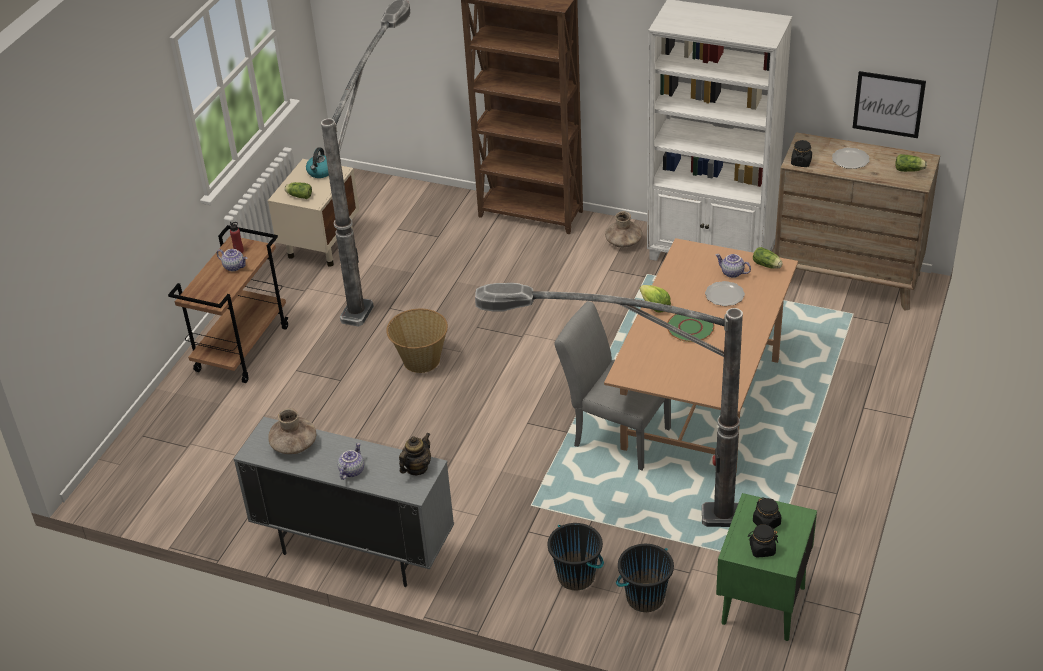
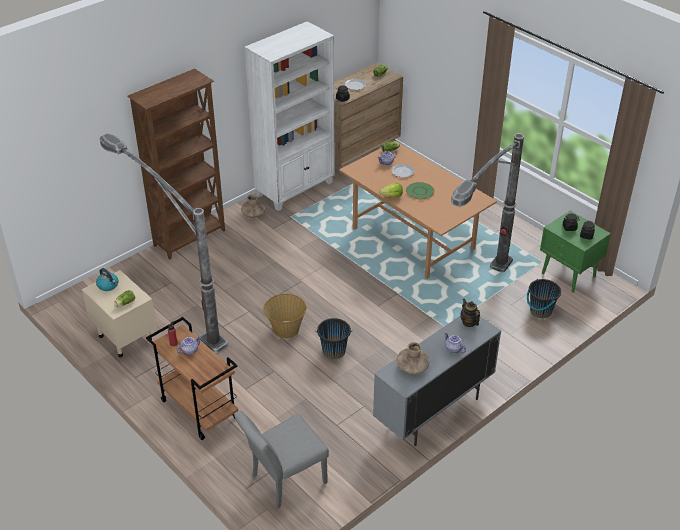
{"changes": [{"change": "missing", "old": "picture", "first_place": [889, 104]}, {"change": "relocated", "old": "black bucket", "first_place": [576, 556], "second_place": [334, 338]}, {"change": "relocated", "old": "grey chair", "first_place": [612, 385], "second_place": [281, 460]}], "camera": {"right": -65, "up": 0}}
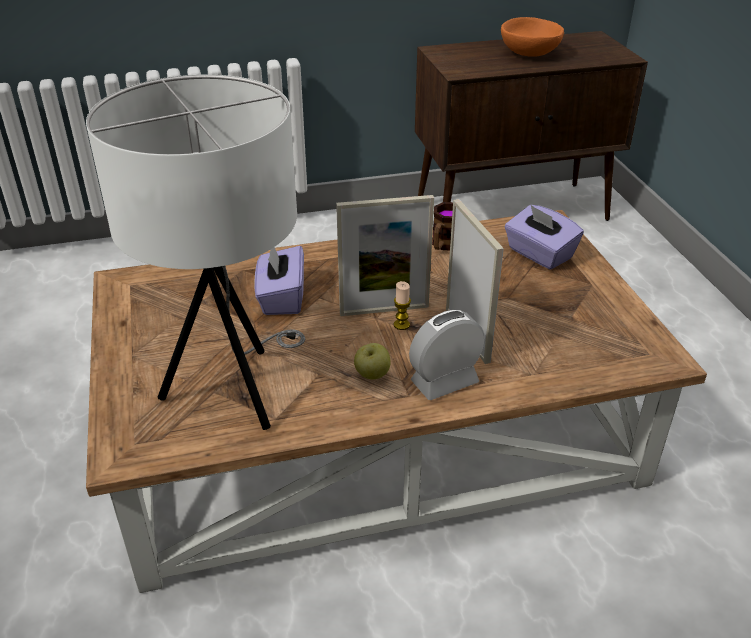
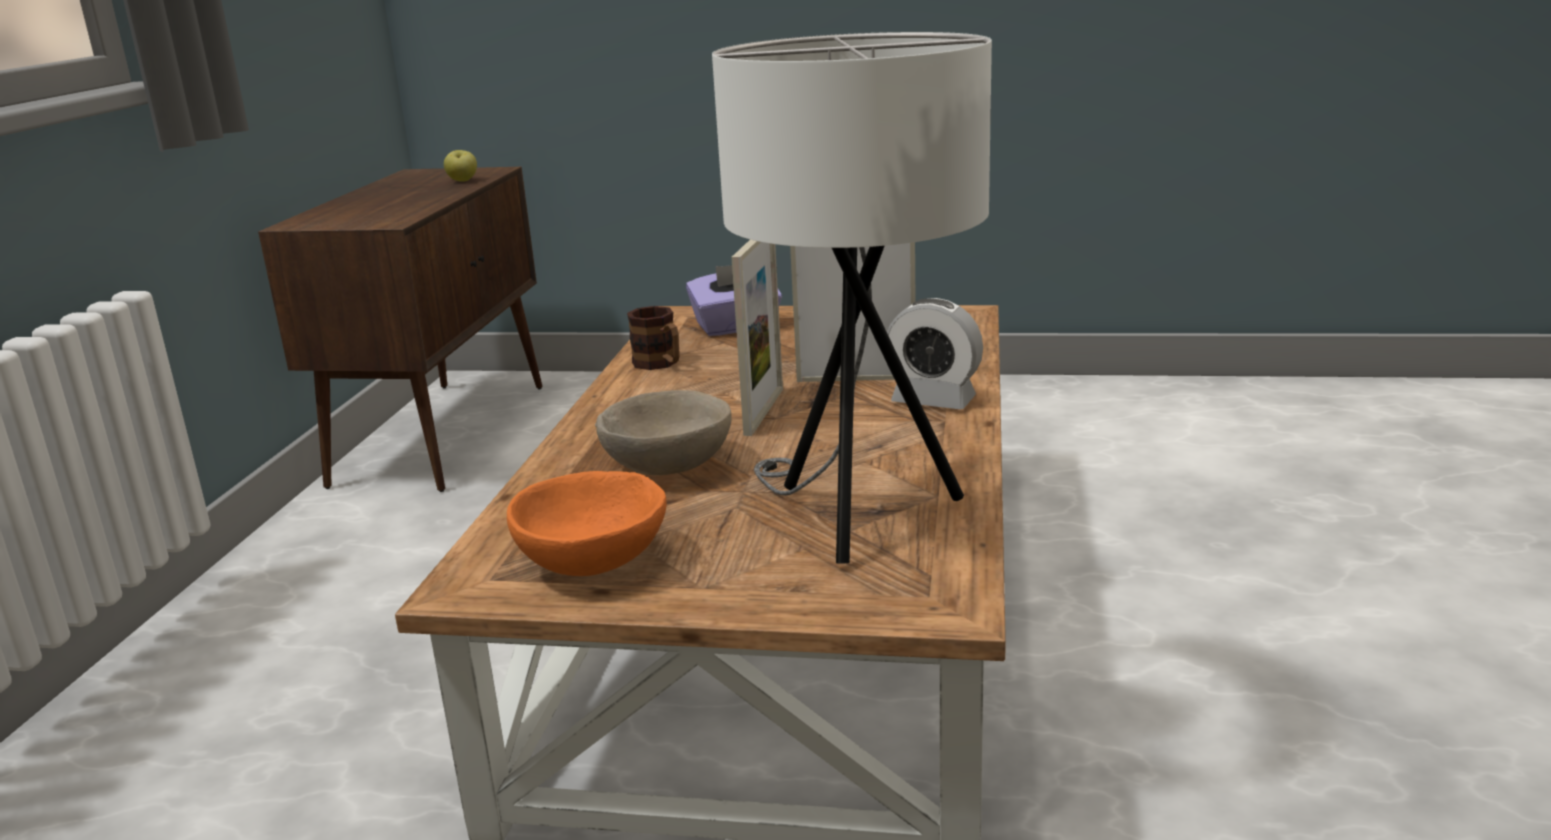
{"changes": [{"change": "missing", "old": "candle", "first_place": [402, 305]}, {"change": "relocated", "old": "apple", "first_place": [372, 361], "second_place": [460, 166]}, {"change": "relocated", "old": "orange bowl", "first_place": [532, 37], "second_place": [587, 523]}, {"change": "exchanged", "old": "purple tissue box", "new": "beige bowl", "first_place": [279, 280], "second_place": [663, 432]}, {"change": "spun", "old": "alarm clock", "first_place": [447, 355], "second_place": [935, 353], "degrees": -60}], "camera": {"right": -65, "up": -15}}
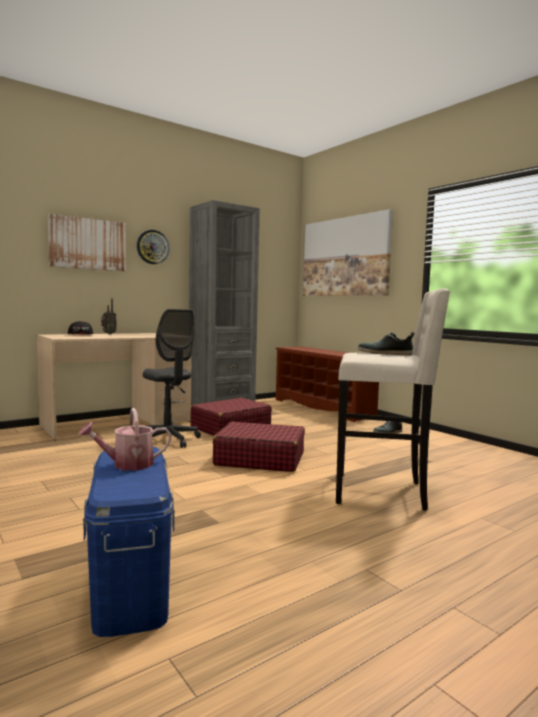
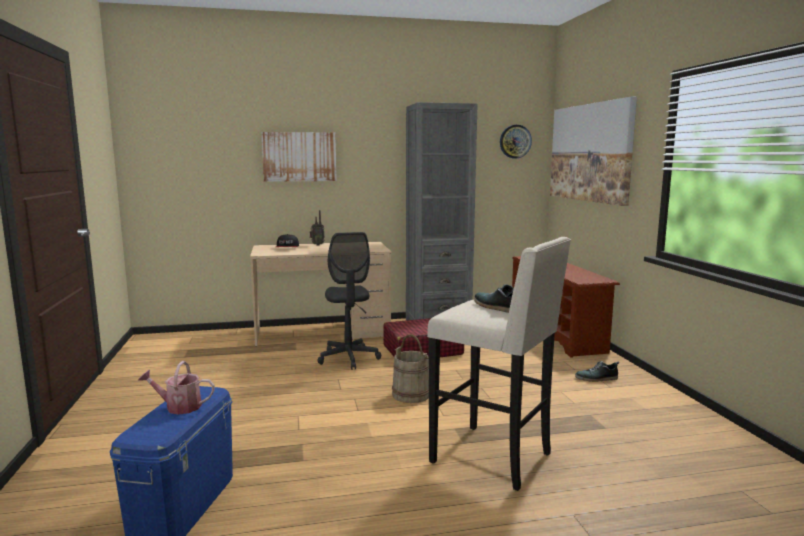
{"changes": [{"change": "relocated", "old": "wall clock", "first_place": [153, 247], "second_place": [516, 141]}, {"change": "exchanged", "old": "red suitcase", "new": "beige bucket", "first_place": [259, 447], "second_place": [410, 368]}], "camera": {"right": 25, "up": 5}}
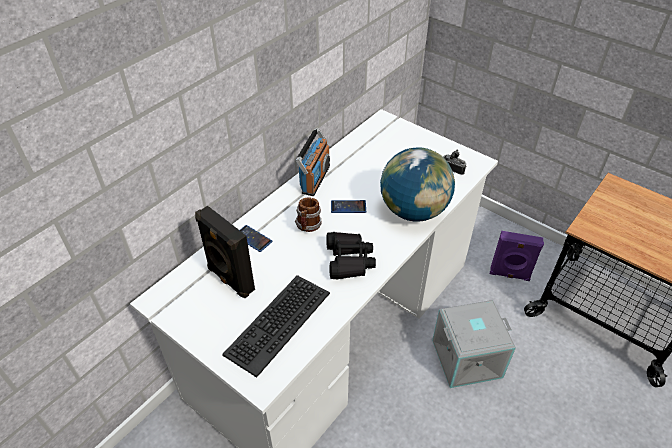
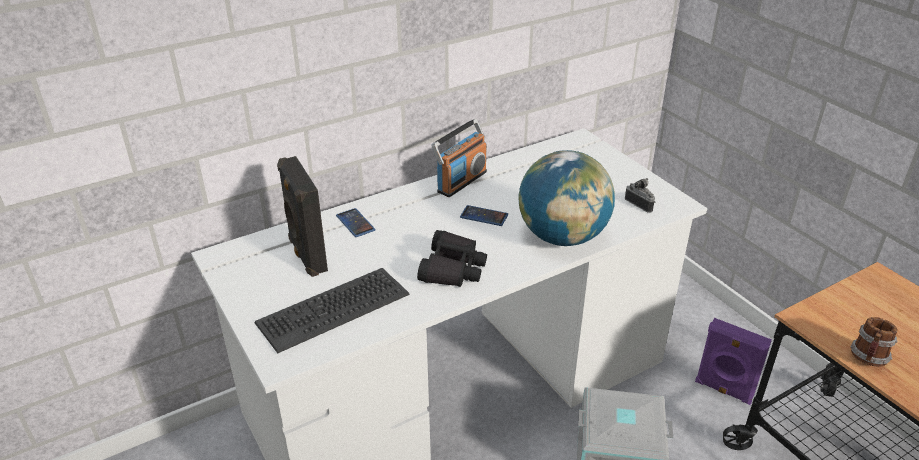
{"changes": [{"change": "relocated", "old": "mug", "first_place": [308, 214], "second_place": [874, 342]}], "camera": {"right": 20, "up": -10}}
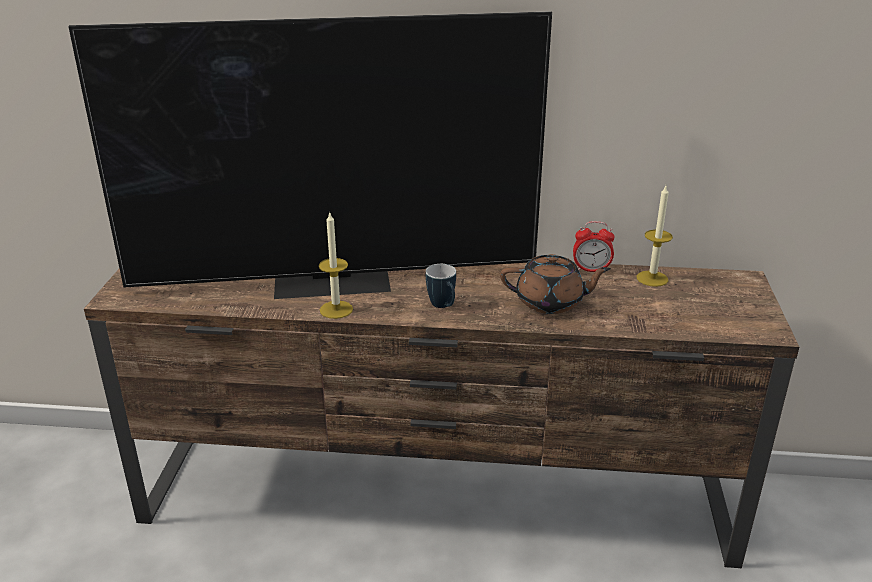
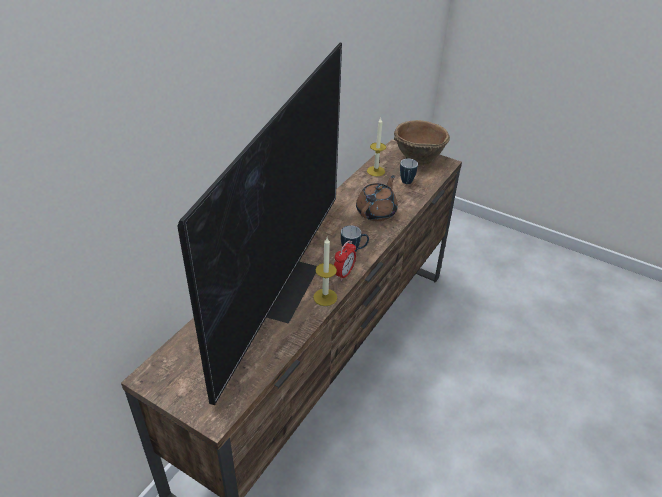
{"changes": [{"change": "appeared", "new": "brown bowl", "second_place": [422, 142]}, {"change": "appeared", "new": "mug", "second_place": [409, 171]}, {"change": "relocated", "old": "alarm clock", "first_place": [594, 247], "second_place": [345, 260]}], "camera": {"right": -65, "up": 10}}
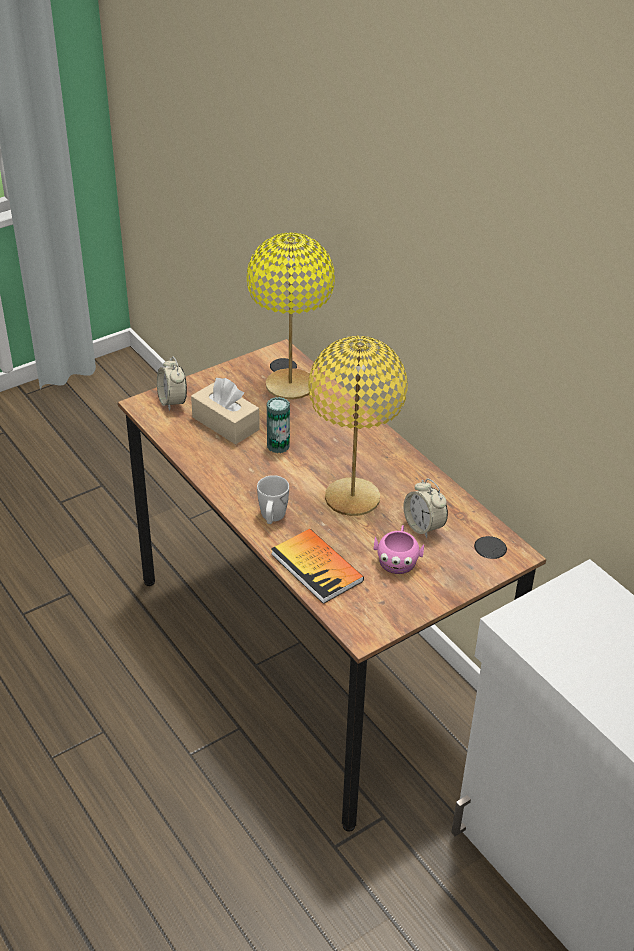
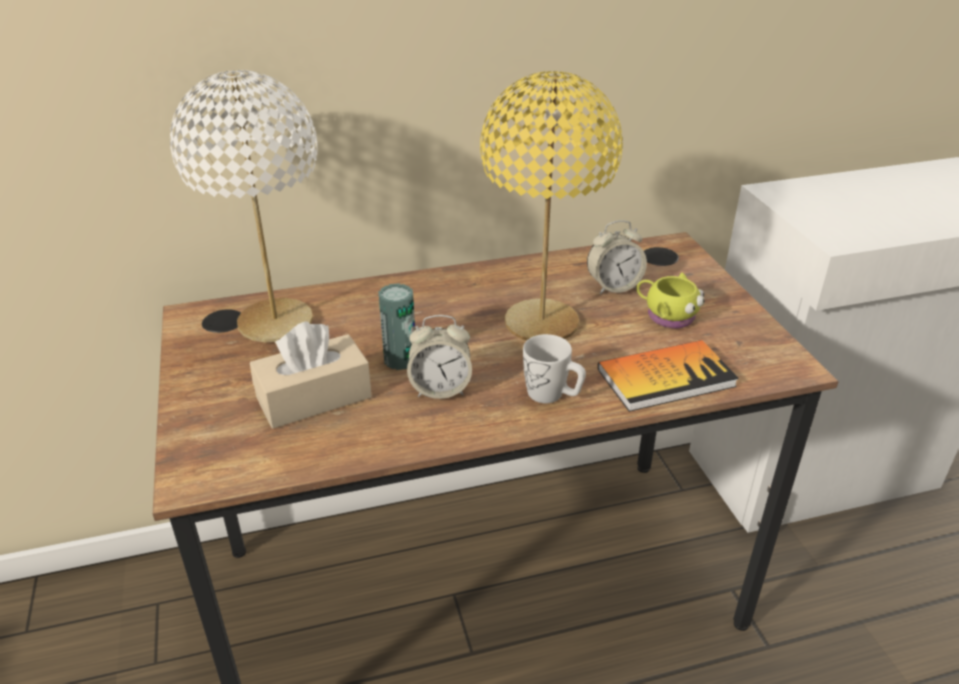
{"changes": [{"change": "relocated", "old": "alarm clock", "first_place": [172, 384], "second_place": [439, 357]}, {"change": "colour", "old": "yellow table lamp", "new": "white table lamp", "first_place": [291, 316], "second_place": [244, 206]}, {"change": "colour", "old": "pink mug", "new": "yellow mug", "first_place": [399, 549], "second_place": [671, 300]}], "camera": {"right": -70, "up": -5}}
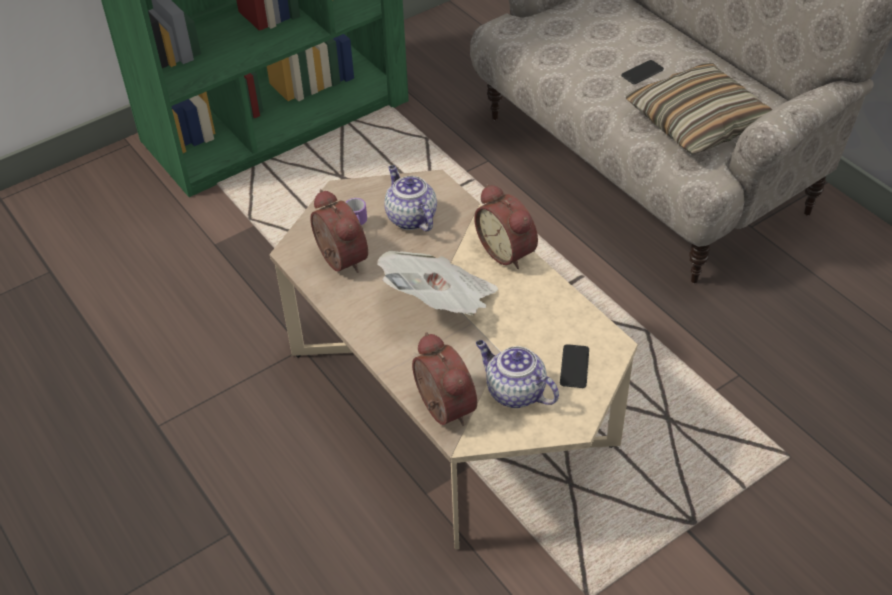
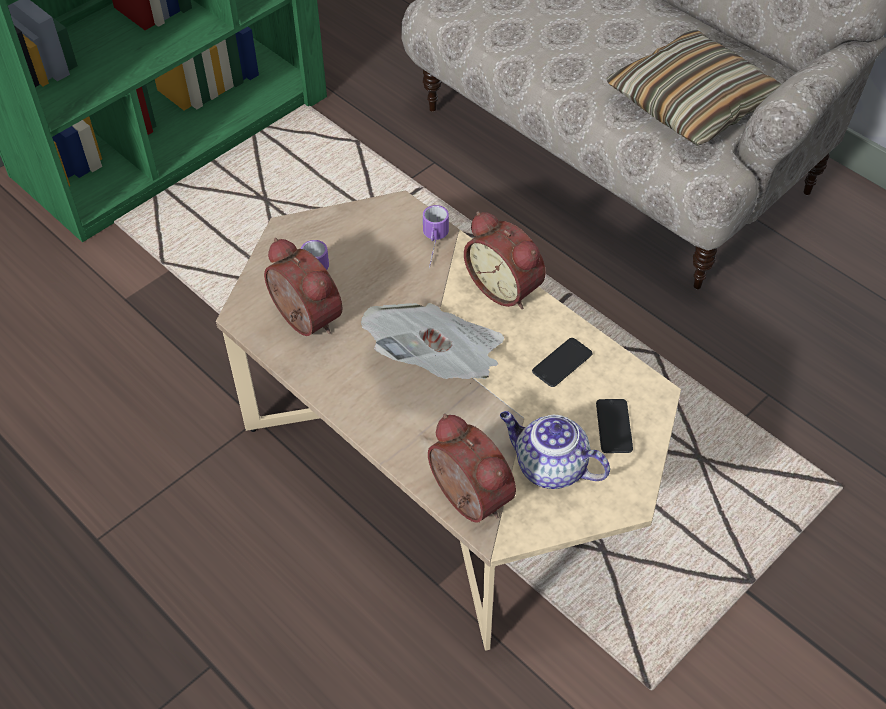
{"changes": [{"change": "missing", "old": "teapot", "first_place": [410, 198]}, {"change": "appeared", "new": "mug", "second_place": [436, 237]}, {"change": "relocated", "old": "phone", "first_place": [642, 72], "second_place": [562, 362]}], "camera": {"right": -10, "up": 5}}
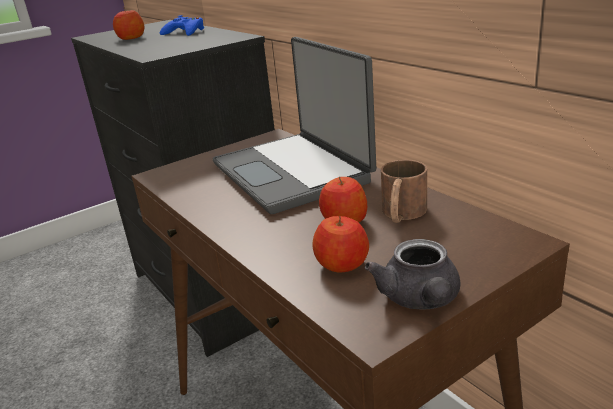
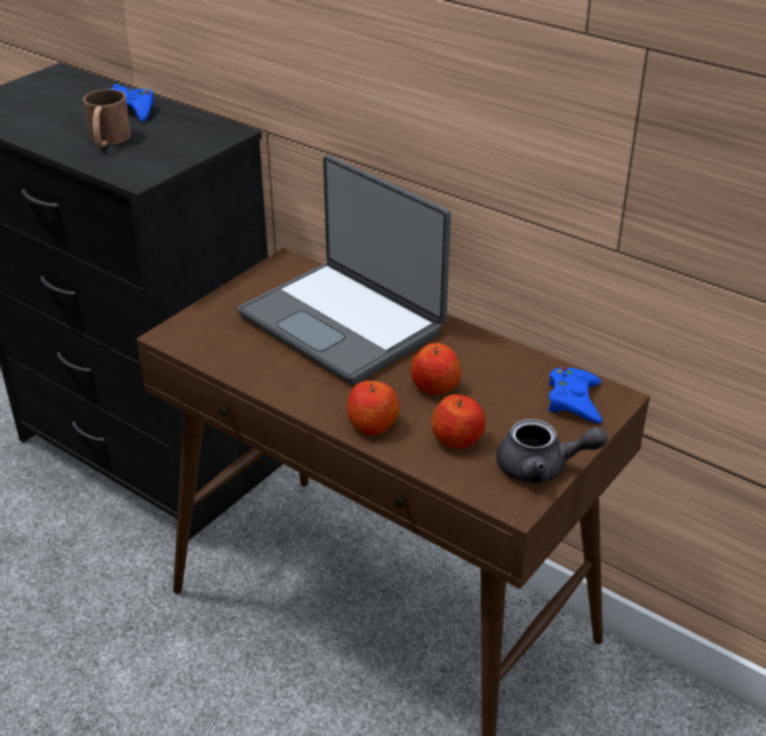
{"changes": [{"change": "appeared", "new": "blue game controller", "second_place": [575, 395]}, {"change": "relocated", "old": "apple", "first_place": [128, 24], "second_place": [373, 408]}, {"change": "relocated", "old": "brown mug", "first_place": [404, 191], "second_place": [107, 118]}, {"change": "spun", "old": "grey teapot", "first_place": [413, 274], "second_place": [552, 451], "degrees": -60}], "camera": {"right": -20, "up": 10}}
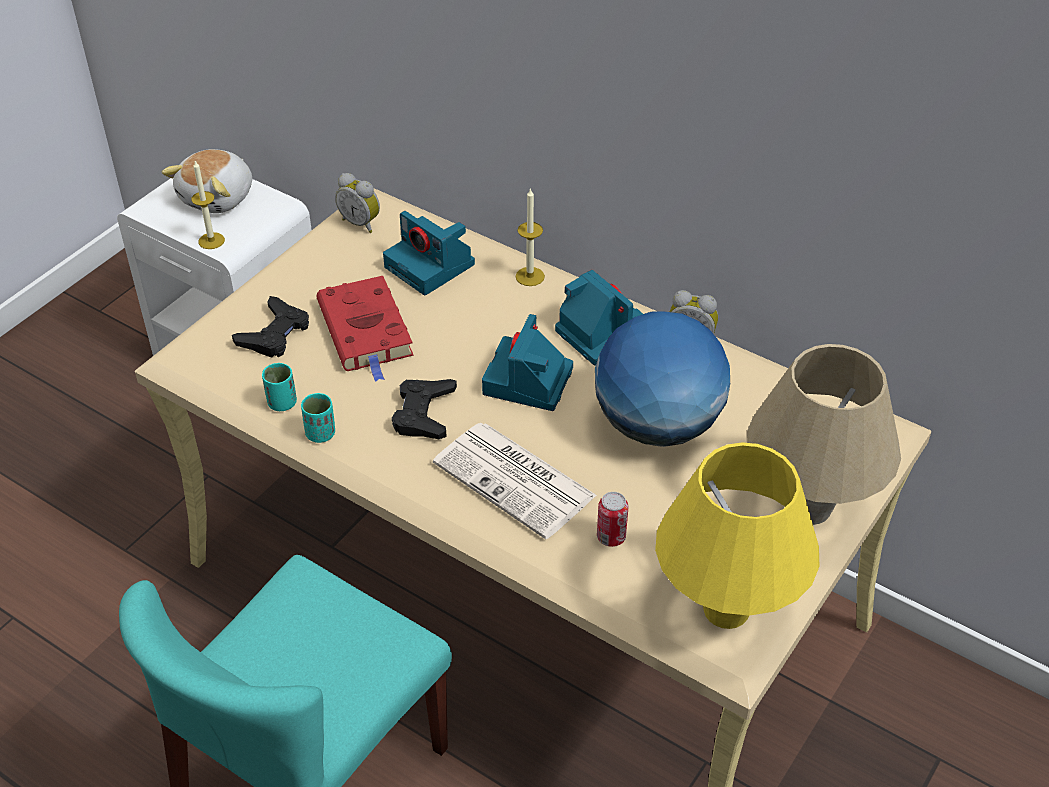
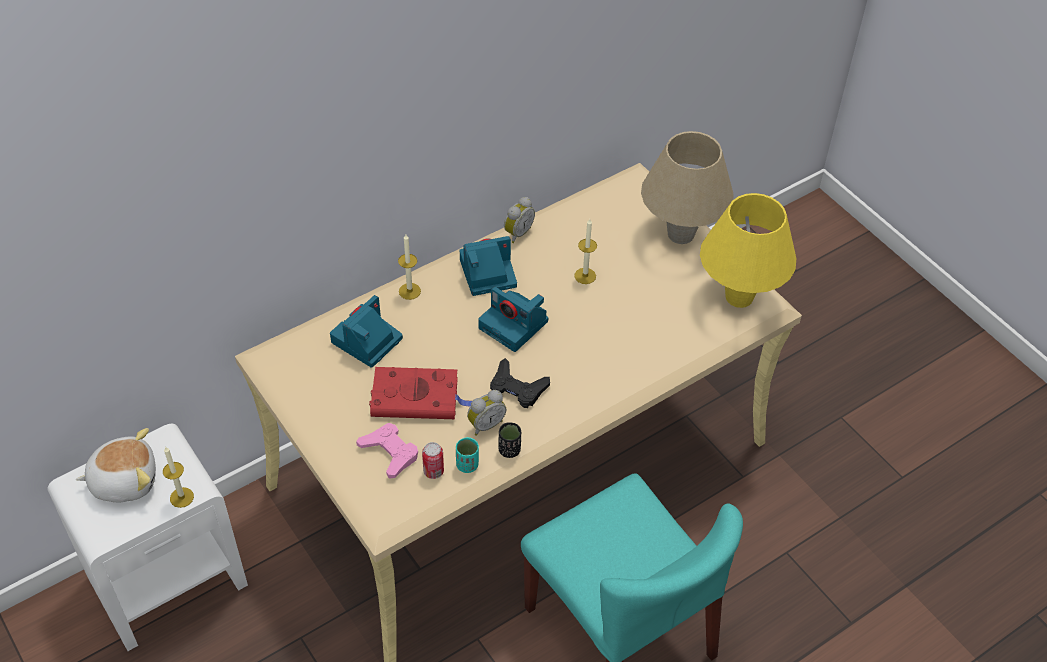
{"changes": [{"change": "missing", "old": "newspaper", "first_place": [515, 481]}, {"change": "relocated", "old": "alarm clock", "first_place": [357, 203], "second_place": [486, 413]}, {"change": "relocated", "old": "can", "first_place": [613, 519], "second_place": [433, 460]}, {"change": "exchanged", "old": "globe", "new": "candle", "first_place": [662, 379], "second_place": [585, 251]}, {"change": "colour", "old": "black game controller", "new": "pink game controller", "first_place": [270, 327], "second_place": [387, 451]}, {"change": "colour", "old": "turquoise cup", "new": "black cup", "first_place": [318, 418], "second_place": [509, 440]}, {"change": "spun", "old": "plush toy", "first_place": [207, 181], "second_place": [116, 465], "degrees": -60}, {"change": "spun", "old": "photo camera", "first_place": [429, 253], "second_place": [366, 331], "degrees": 150}], "camera": {"right": -70, "up": 5}}
